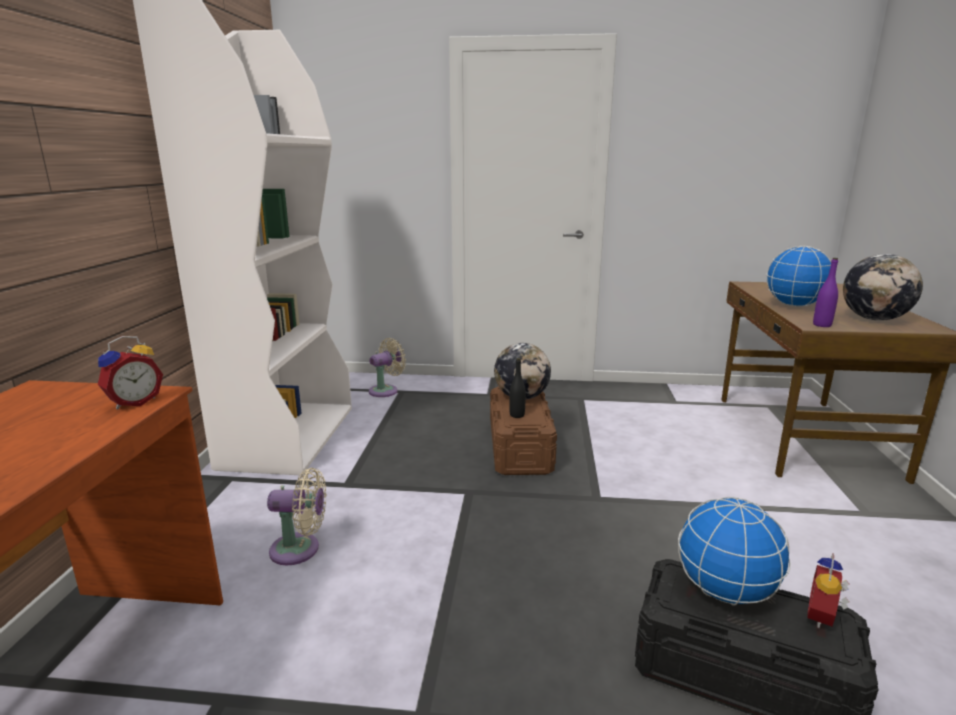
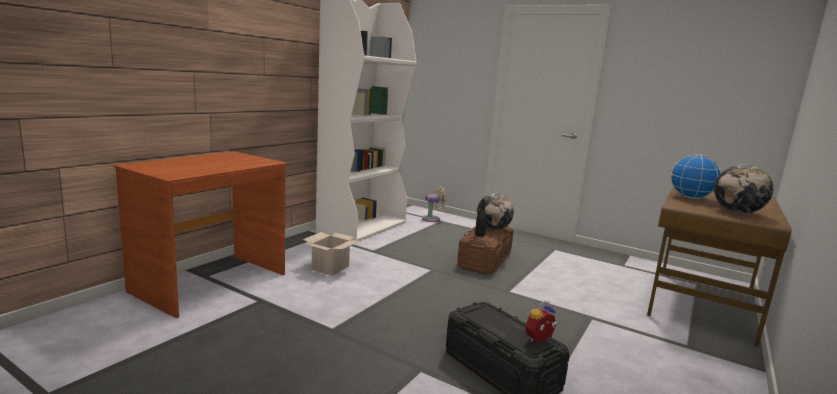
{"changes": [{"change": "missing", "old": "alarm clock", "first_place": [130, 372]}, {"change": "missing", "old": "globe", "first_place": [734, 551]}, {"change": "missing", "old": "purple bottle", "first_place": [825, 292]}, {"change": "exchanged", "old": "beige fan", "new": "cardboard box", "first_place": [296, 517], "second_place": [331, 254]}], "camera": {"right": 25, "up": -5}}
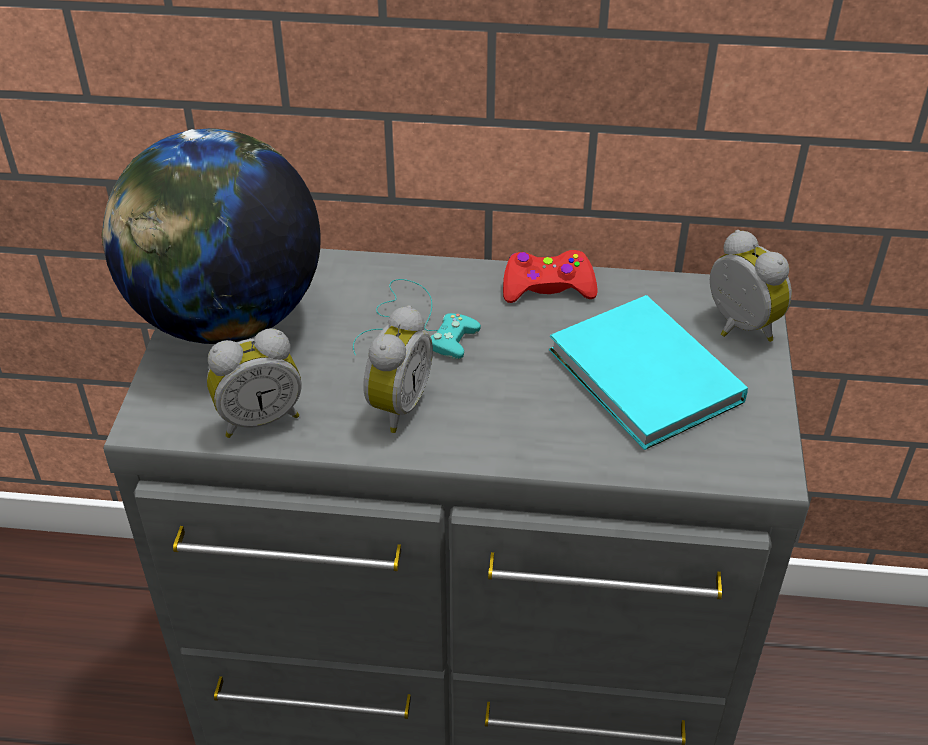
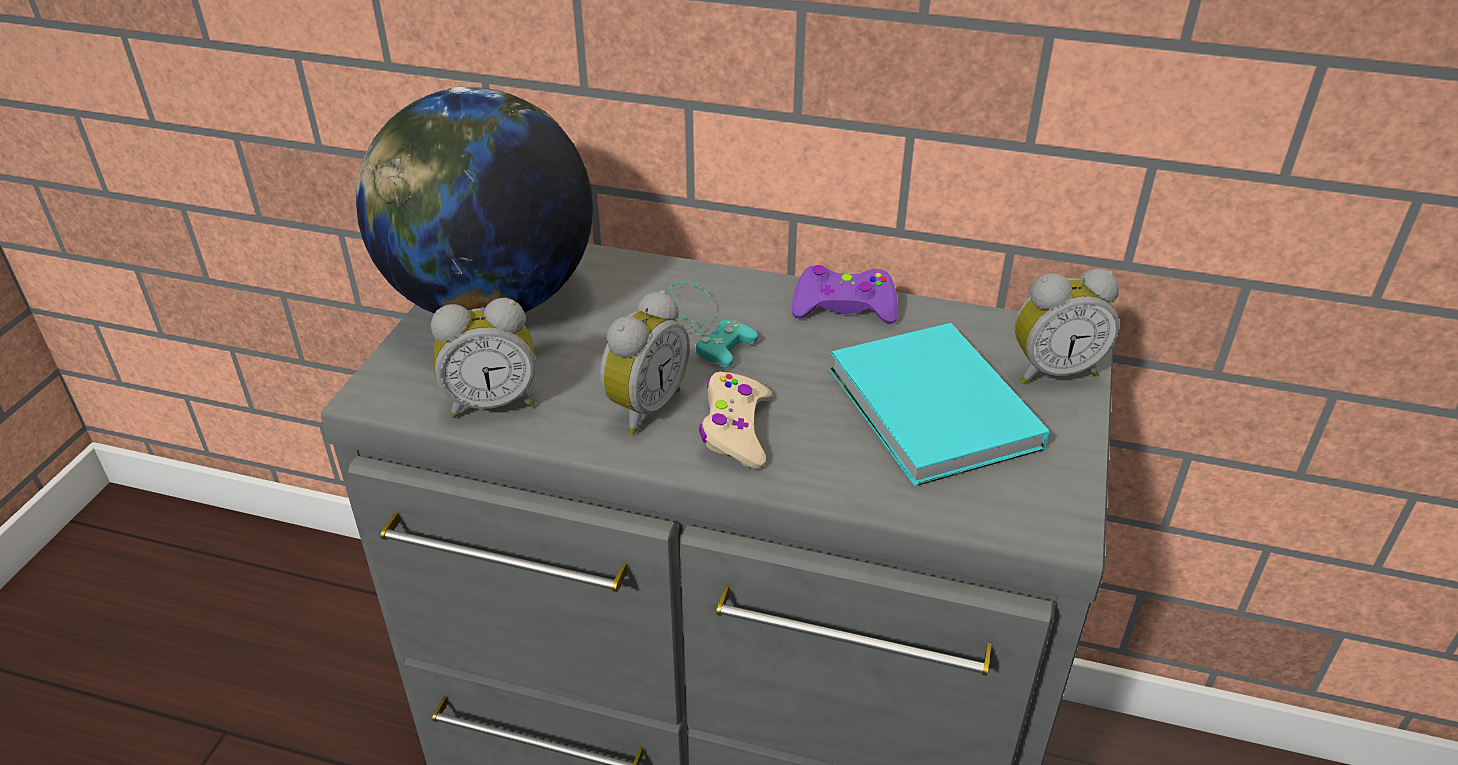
{"changes": [{"change": "appeared", "new": "beige game controller", "second_place": [735, 420]}, {"change": "colour", "old": "red game controller", "new": "purple game controller", "first_place": [550, 276], "second_place": [845, 294]}, {"change": "spun", "old": "alarm clock", "first_place": [751, 286], "second_place": [1067, 326], "degrees": 105}], "camera": {"right": 10, "up": -5}}
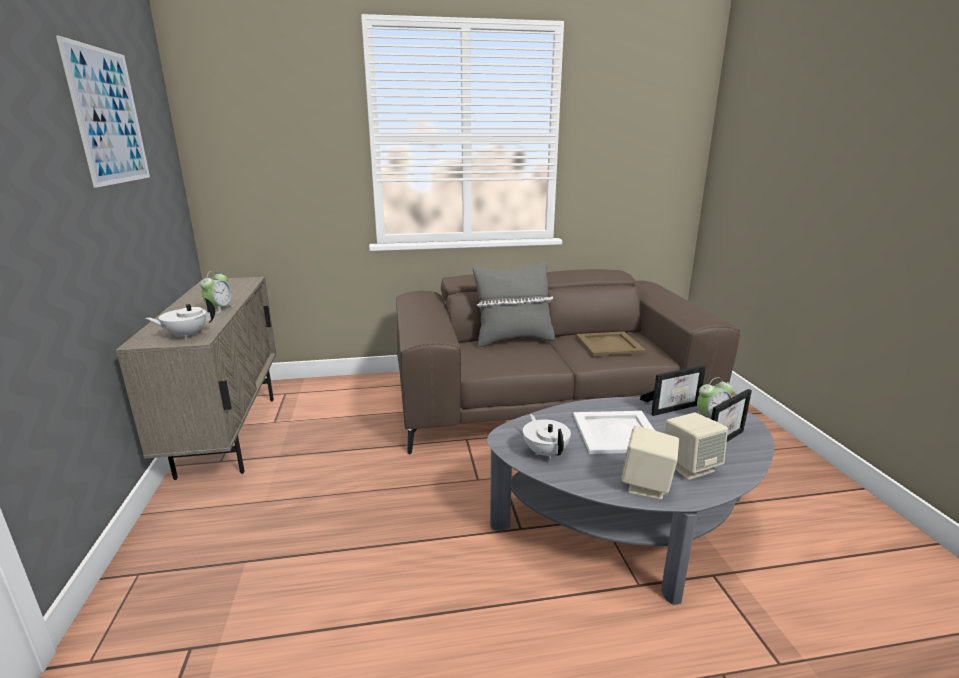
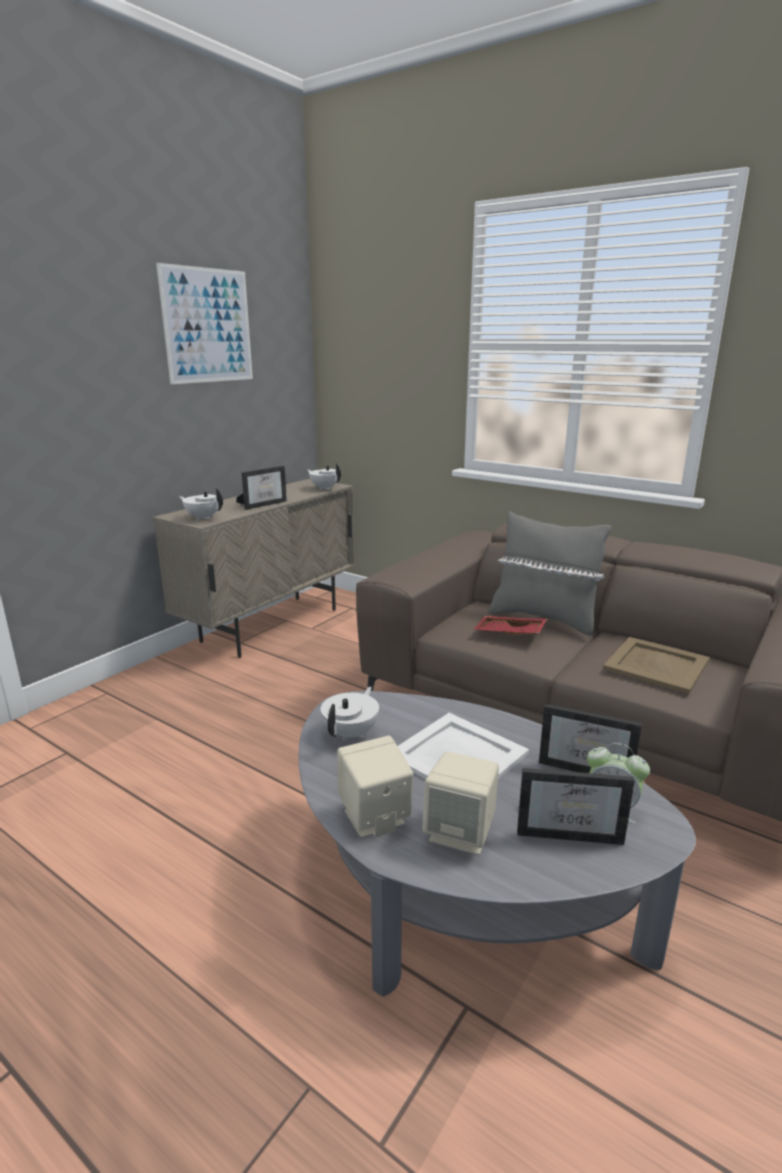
{"changes": [{"change": "appeared", "new": "white teapot", "second_place": [324, 476]}, {"change": "appeared", "new": "red tray", "second_place": [510, 625]}, {"change": "exchanged", "old": "alarm clock", "new": "picture frame", "first_place": [217, 292], "second_place": [261, 488]}], "camera": {"right": 45, "up": 0}}
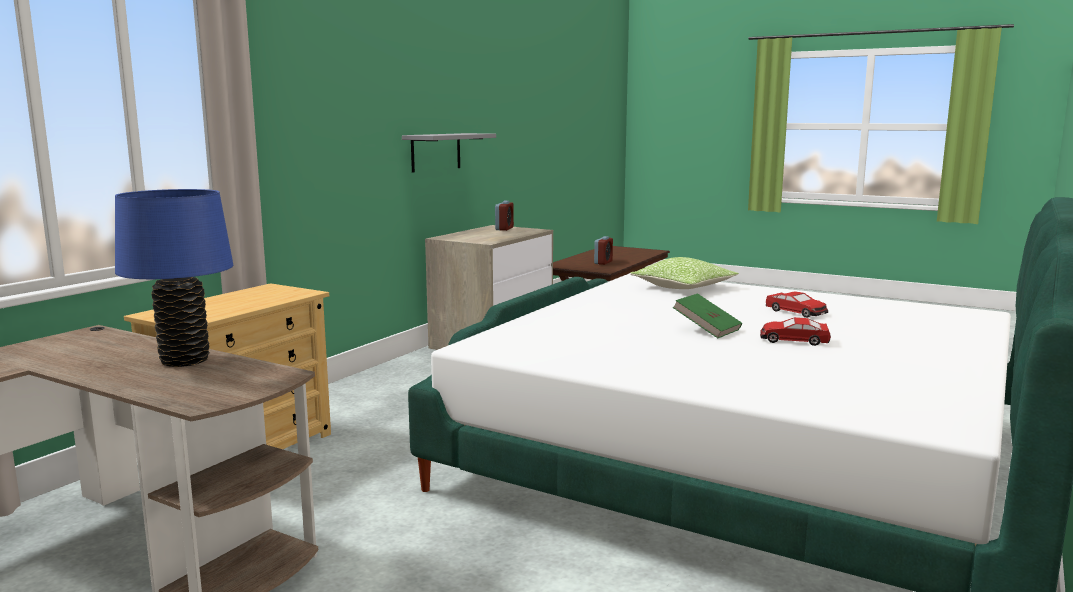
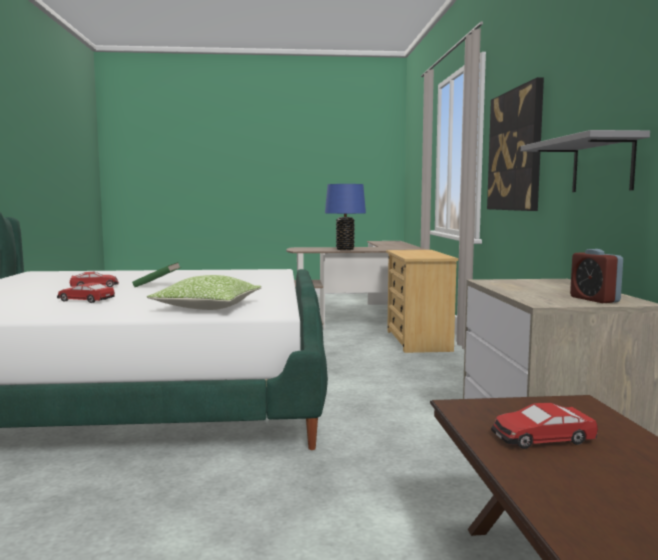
{"changes": [{"change": "appeared", "new": "picture", "second_place": [515, 144]}, {"change": "exchanged", "old": "alarm clock", "new": "toy car", "first_place": [603, 250], "second_place": [544, 426]}], "camera": {"right": 145, "up": -5}}
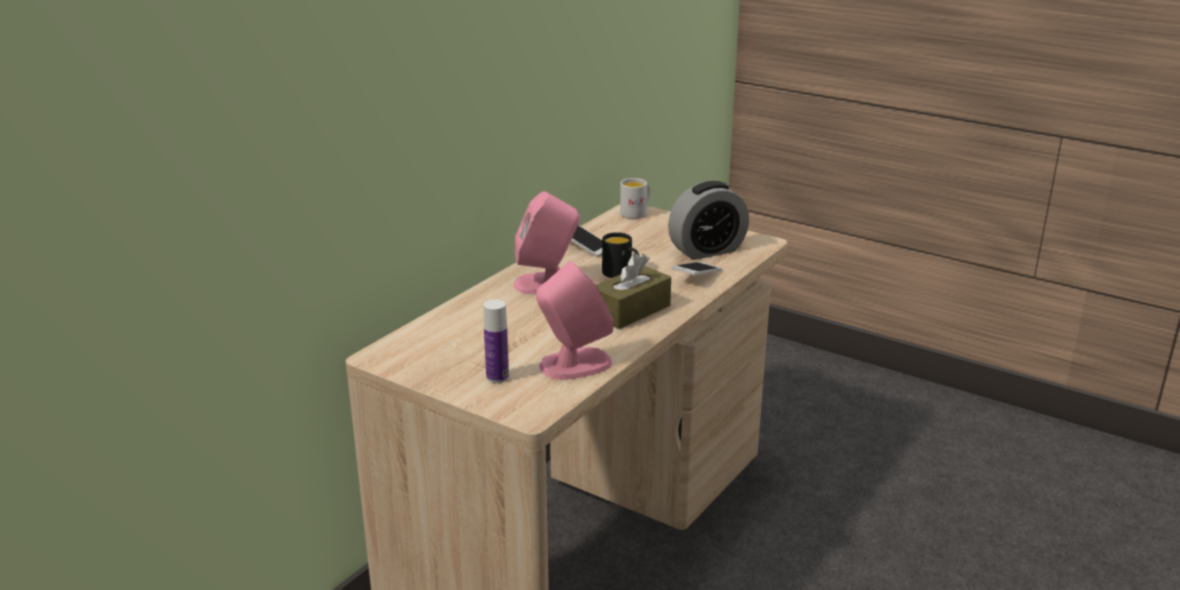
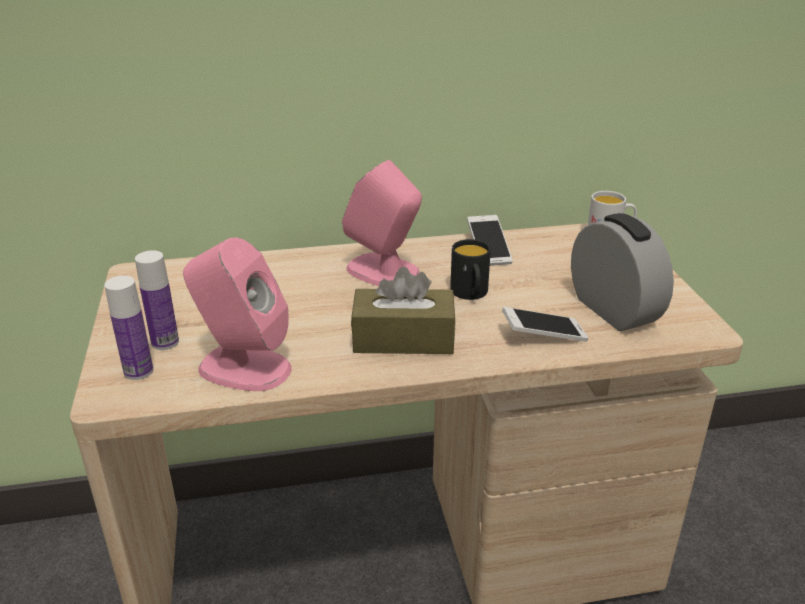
{"changes": [{"change": "appeared", "new": "bottle", "second_place": [128, 328]}, {"change": "spun", "old": "alarm clock", "first_place": [708, 220], "second_place": [622, 272], "degrees": -135}], "camera": {"right": 45, "up": 5}}
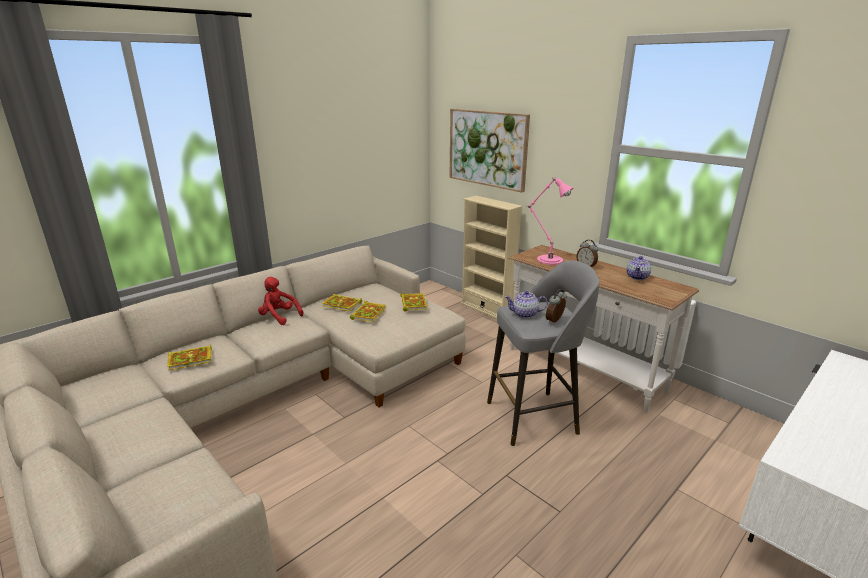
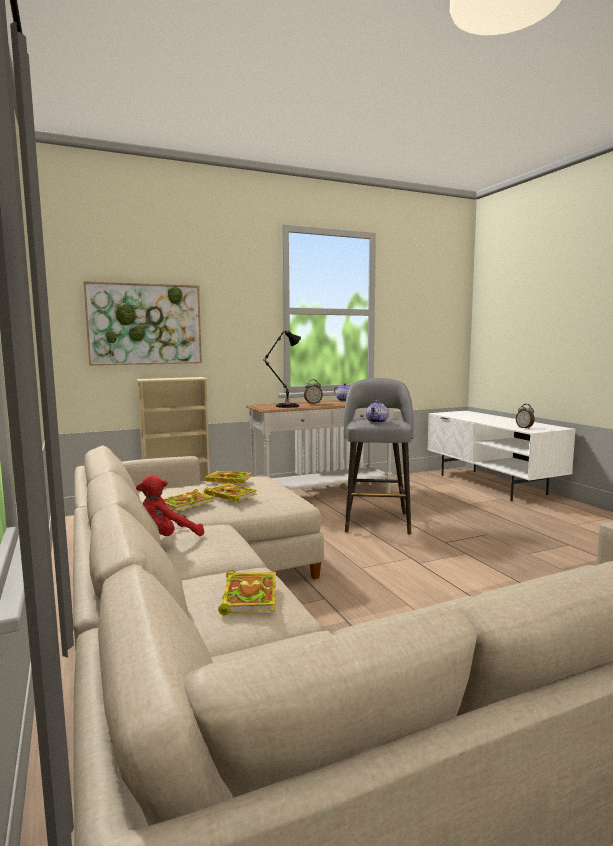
{"changes": [{"change": "relocated", "old": "alarm clock", "first_place": [556, 306], "second_place": [525, 416]}, {"change": "colour", "old": "pink table lamp", "new": "black table lamp", "first_place": [550, 221], "second_place": [282, 369]}], "camera": {"right": -70, "up": -15}}
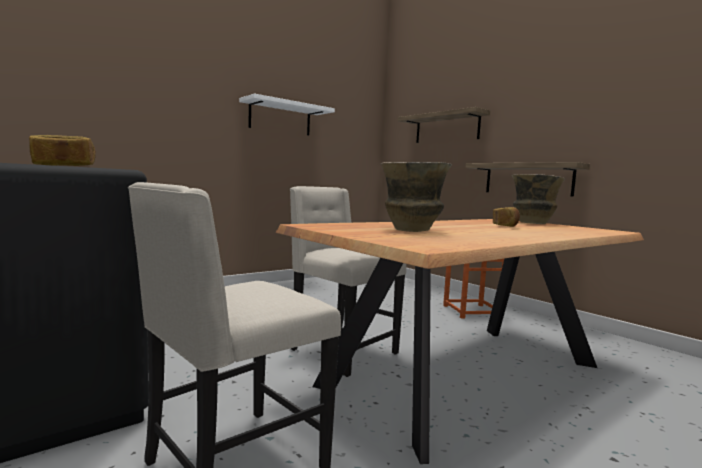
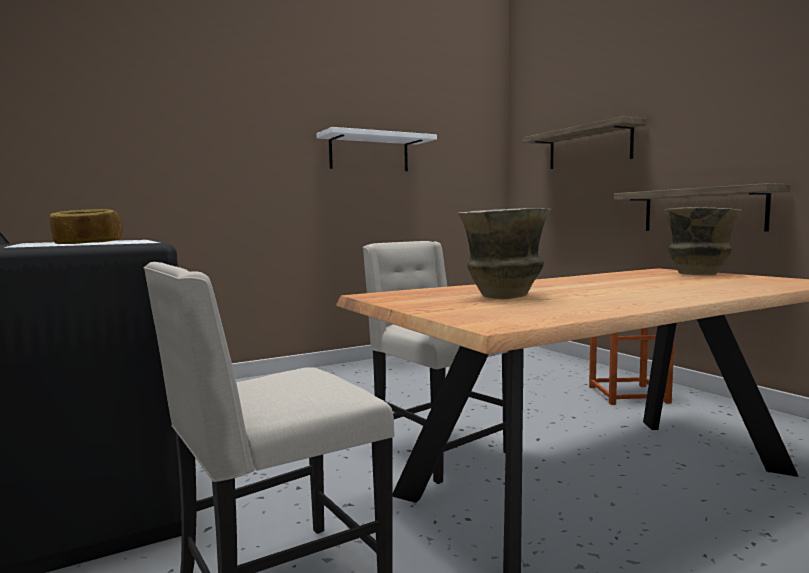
{"changes": [{"change": "missing", "old": "bread", "first_place": [506, 217]}], "camera": {"right": 10, "up": 0}}
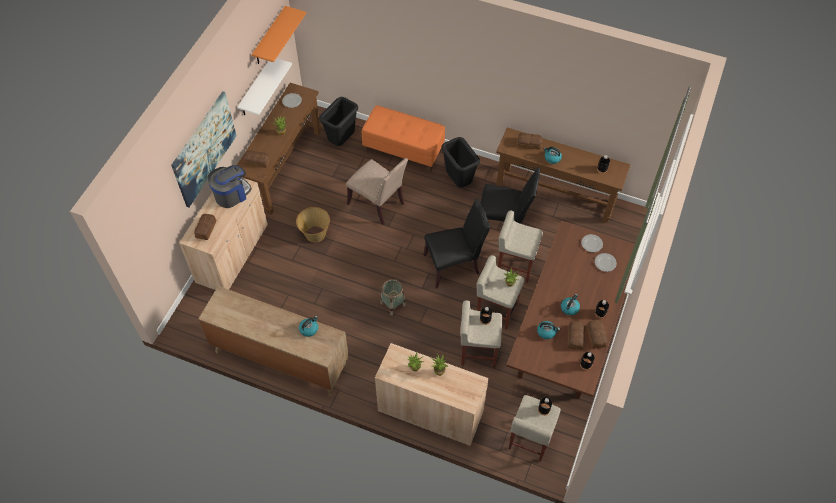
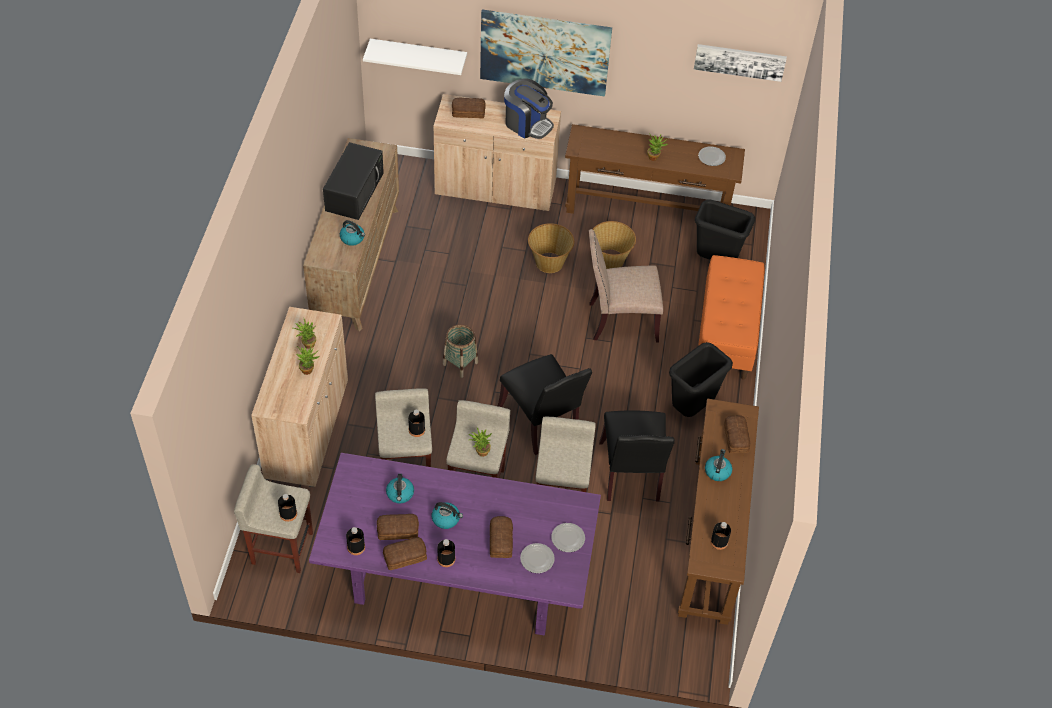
{"changes": [{"change": "appeared", "new": "black microwave", "second_place": [353, 181]}, {"change": "appeared", "new": "basket", "second_place": [614, 245]}, {"change": "relocated", "old": "white shelf", "first_place": [264, 86], "second_place": [415, 57]}, {"change": "relocated", "old": "bread", "first_place": [256, 159], "second_place": [501, 537]}, {"change": "exchanged", "old": "orange shelf", "new": "picture", "first_place": [279, 35], "second_place": [740, 63]}, {"change": "colour", "old": "brown dining table", "new": "purple dining table", "first_place": [570, 310], "second_place": [455, 544]}, {"change": "spun", "old": "beige chair", "first_place": [377, 191], "second_place": [626, 286], "degrees": 60}], "camera": {"right": 75, "up": -5}}
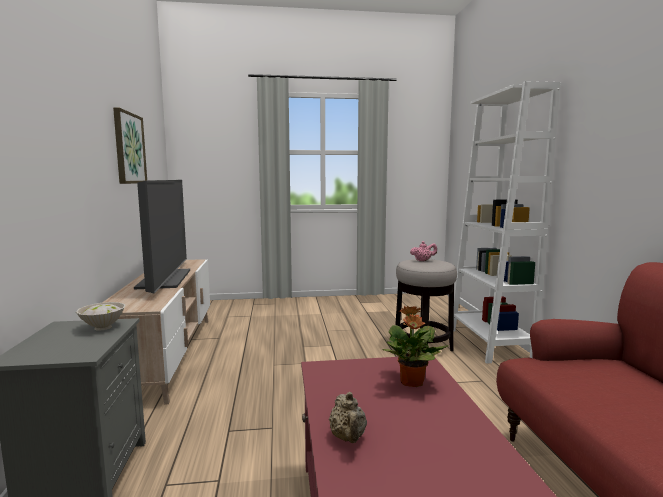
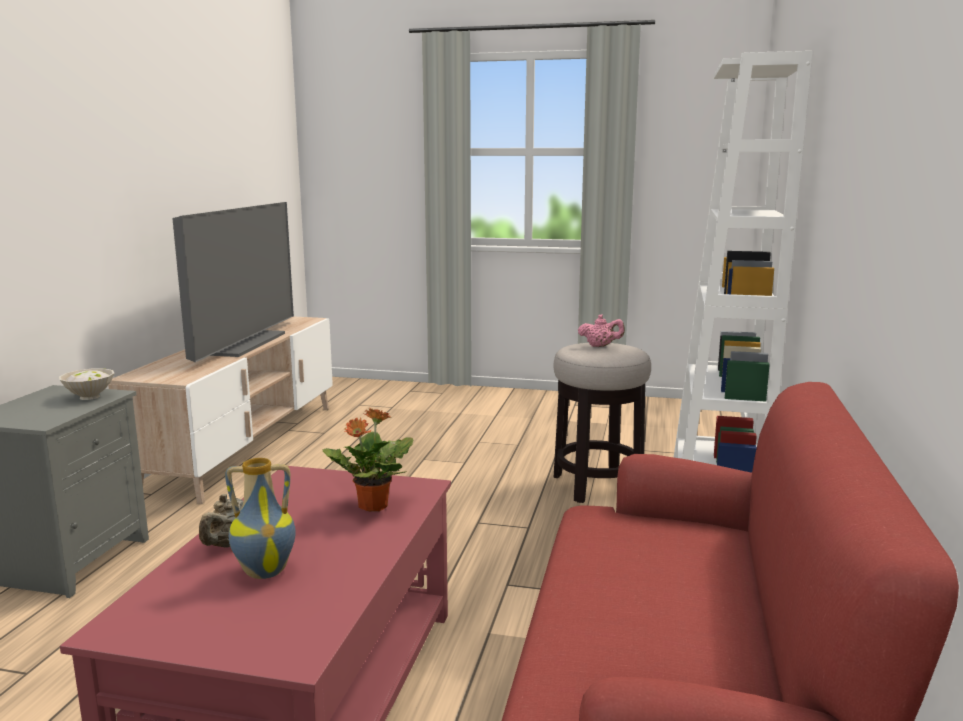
{"changes": [{"change": "missing", "old": "picture", "first_place": [130, 145]}, {"change": "appeared", "new": "vase", "second_place": [260, 518]}], "camera": {"right": 20, "up": 5}}
